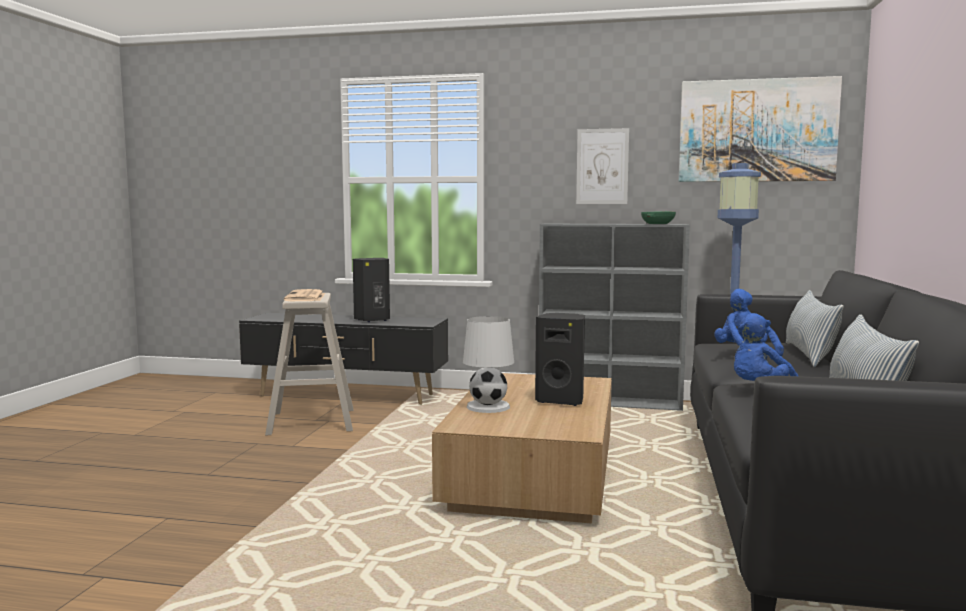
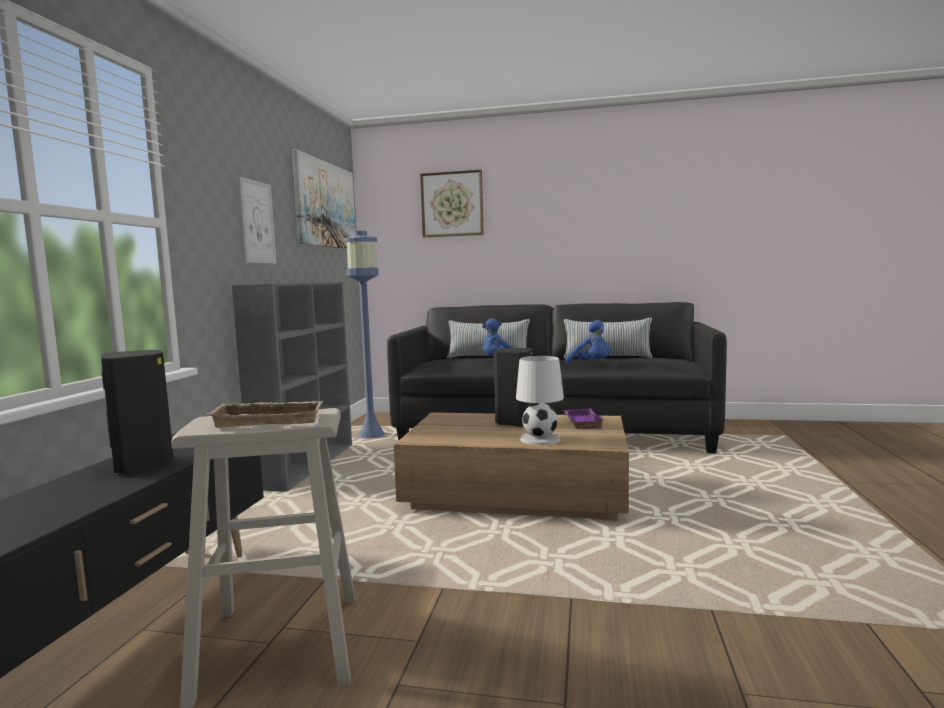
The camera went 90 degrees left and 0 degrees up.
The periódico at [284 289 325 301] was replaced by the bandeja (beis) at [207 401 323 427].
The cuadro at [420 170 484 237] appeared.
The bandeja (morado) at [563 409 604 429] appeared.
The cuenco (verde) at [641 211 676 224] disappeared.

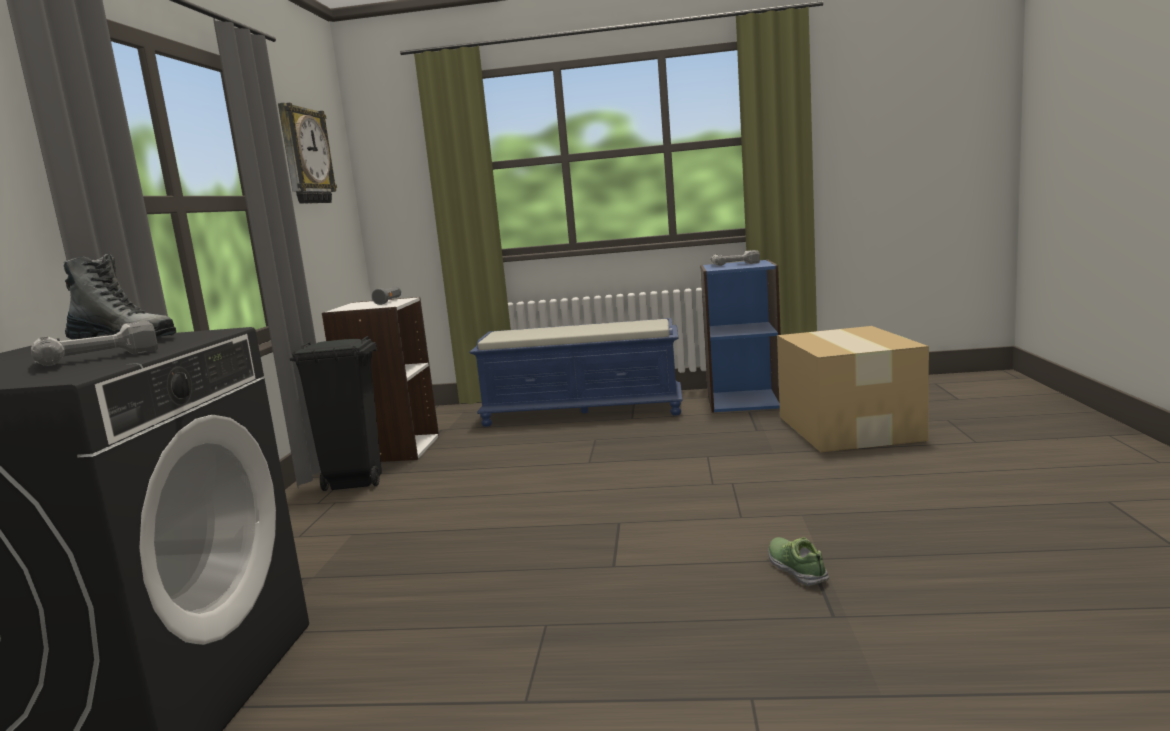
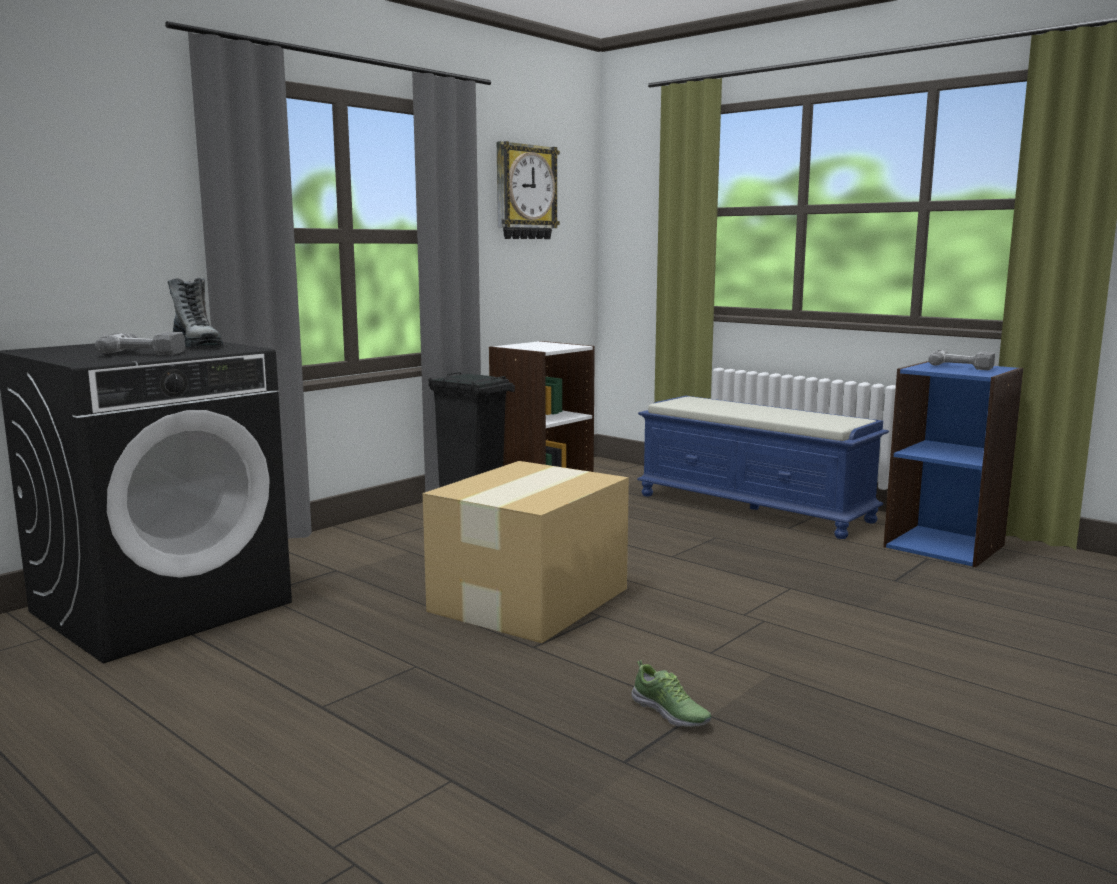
The camera went 35 degrees right and 0 degrees up.
The caja de cartón moved from [777 326 929 452] to [423 461 629 643].
The zapato at [768 537 829 586] turned 120 degrees clockwise.
The linterna (gris) at [372 286 401 305] disappeared.

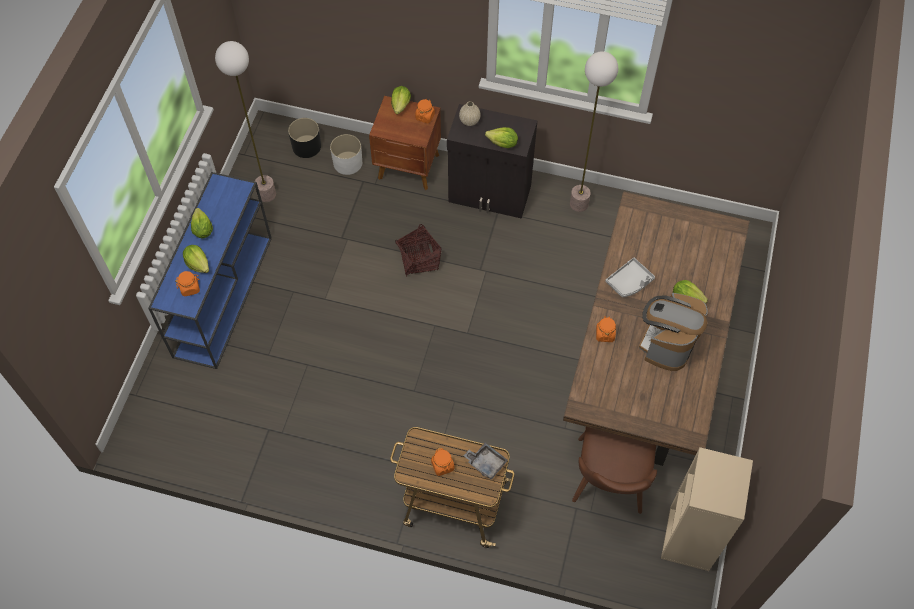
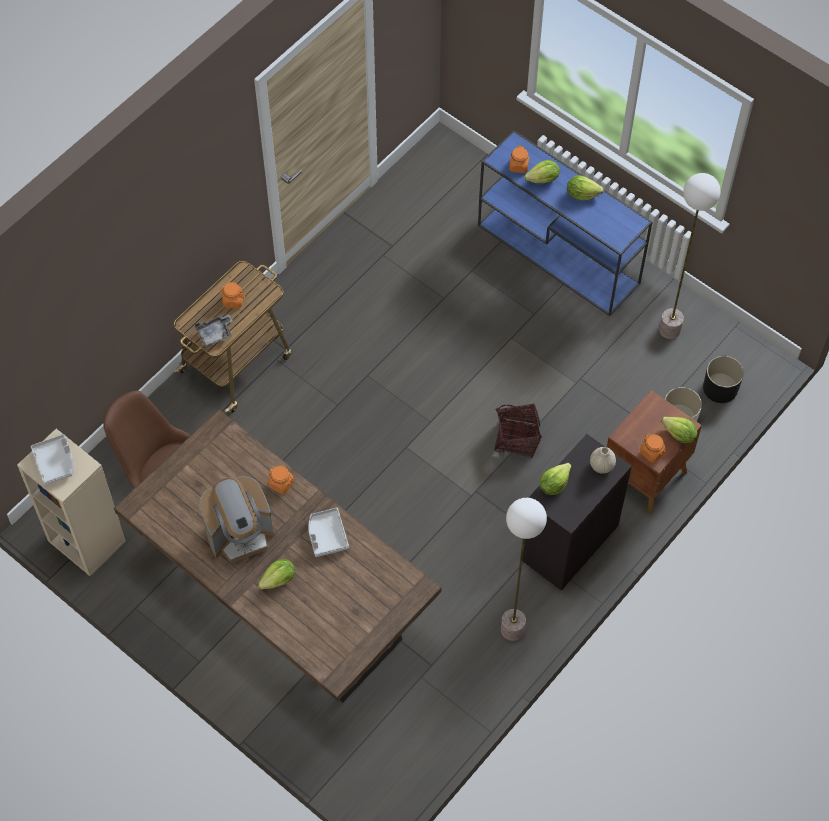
The camera went 115 degrees right and 0 degrees up.
The bandeja (gris) at [31 434 74 485] appeared.
The cafetera at [639 293 708 371] turned 105 degrees clockwise.

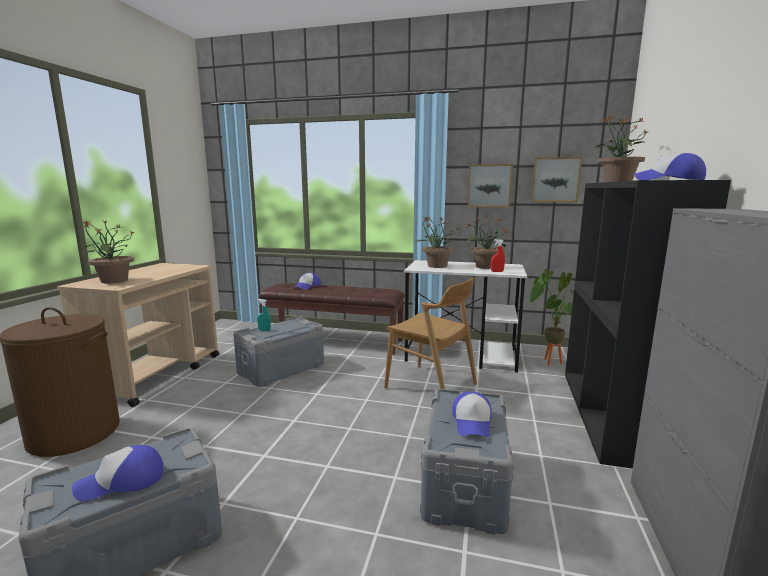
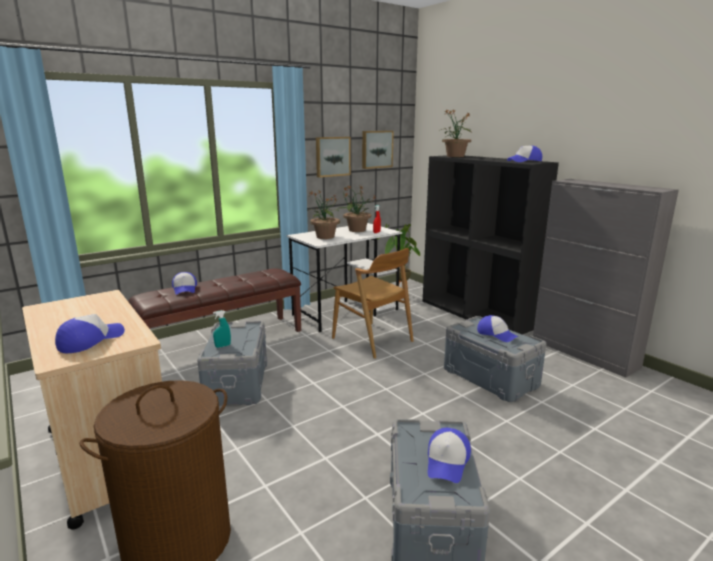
The camera went 50 degrees left and 5 degrees up.
The planta en maceta at [79 220 135 283] was replaced by the gorra at [55 314 125 353].
The silla (marrón) at [384 277 477 389] turned 60 degrees clockwise.

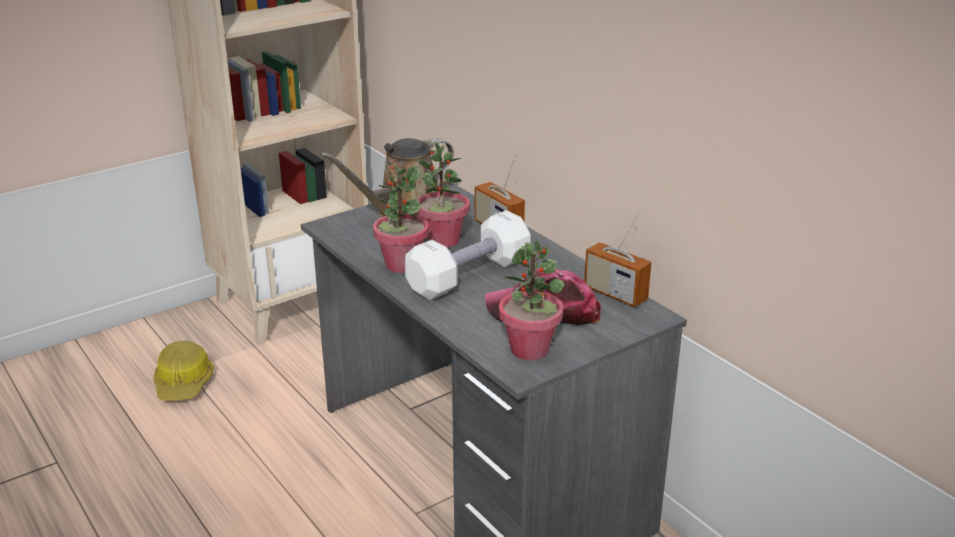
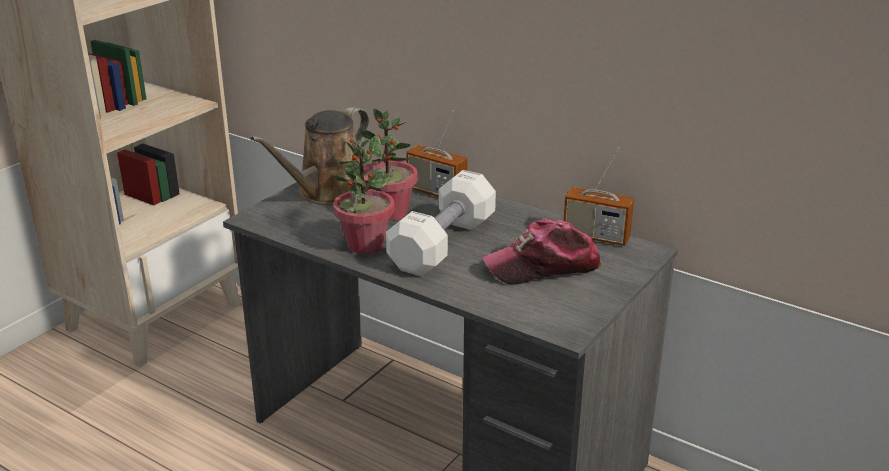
The camera went 20 degrees left and 0 degrees up.
The casco at [154 341 214 401] disappeared.
The planta en maceta at [499 240 564 360] disappeared.

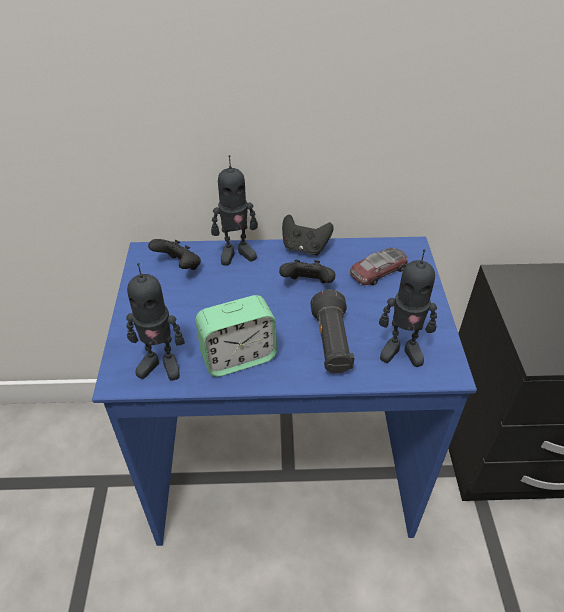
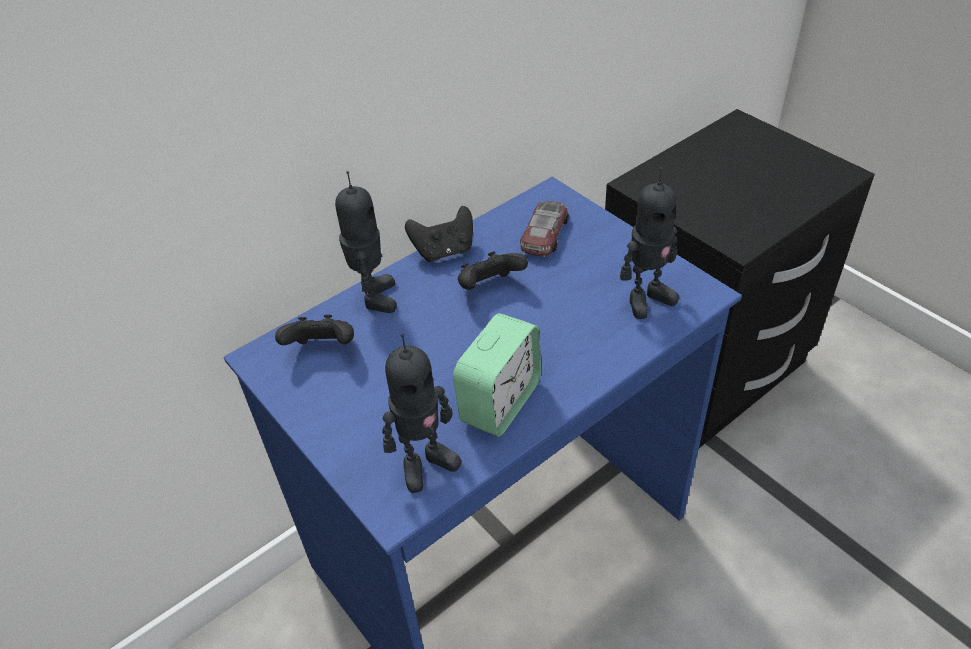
The camera went 35 degrees left and 0 degrees up.
The robot de juguete at [211 155 258 266] turned 45 degrees counterclockwise.
The linterna (negro) at [310 290 355 373] disappeared.

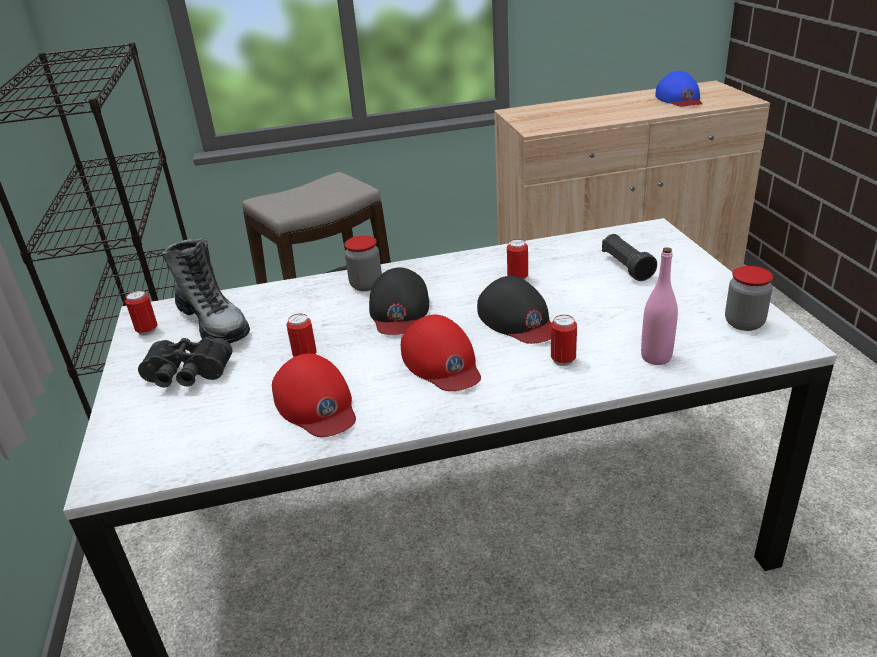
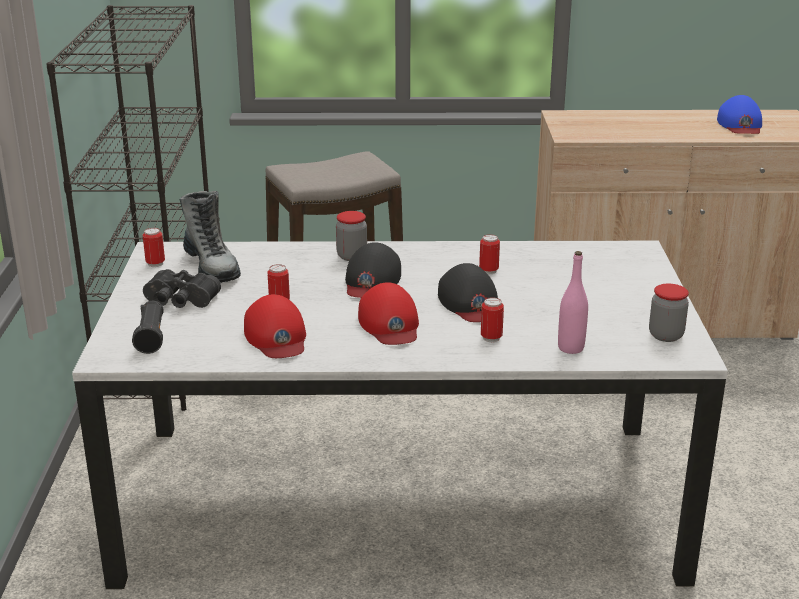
The camera went 10 degrees right and 5 degrees down.
The linterna (negro) moved from [602 234 657 281] to [132 301 164 354].

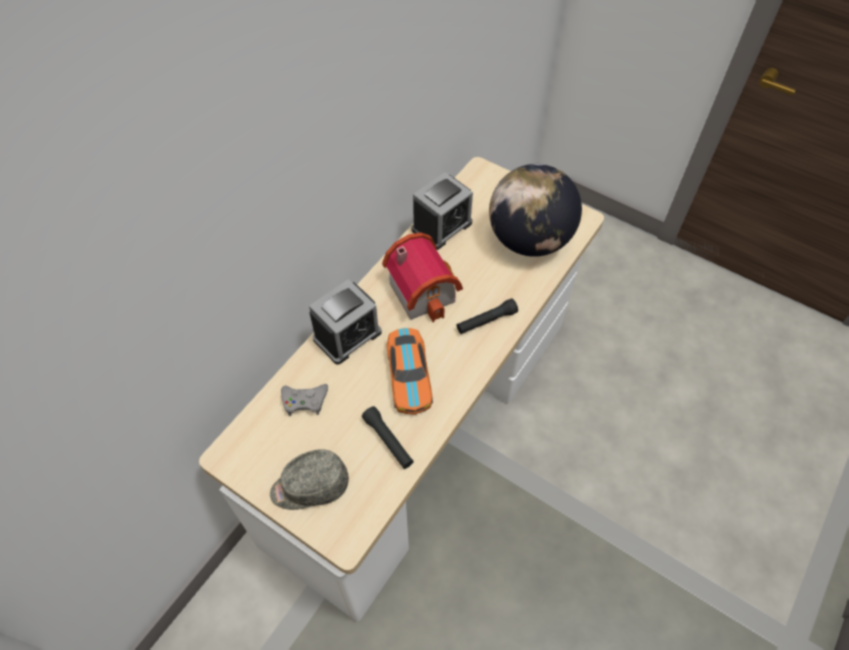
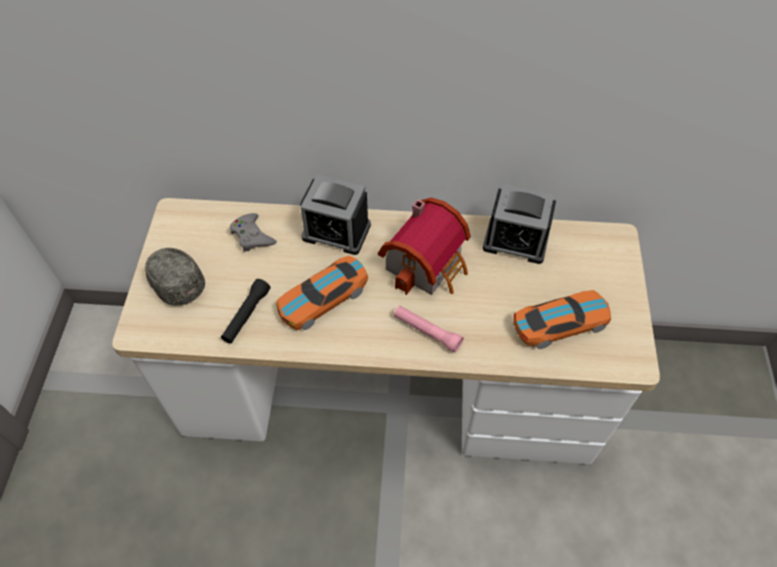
The camera went 60 degrees right and 0 degrees up.
The linterna (negro) at [457 298 518 334] became the linterna (rosa) at [394 305 464 353].
The globo terráqueo at [489 164 582 257] was replaced by the coche de juguete at [513 290 611 349].

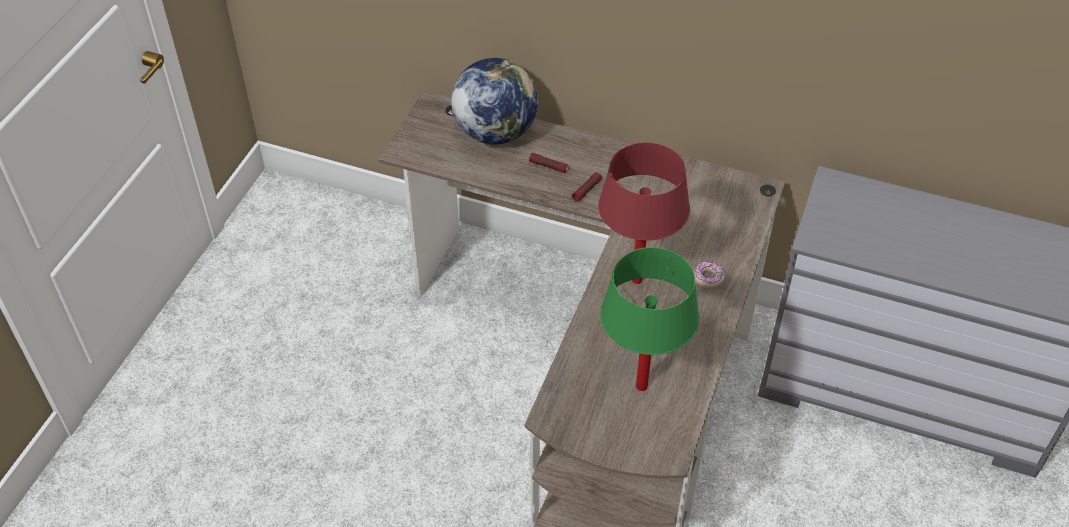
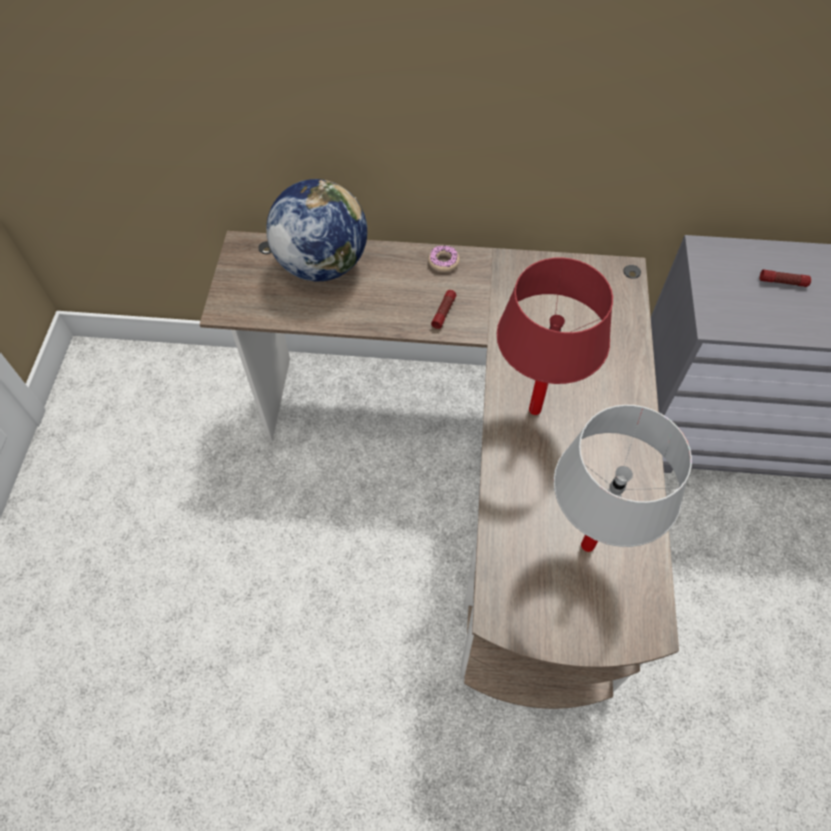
The camera went 15 degrees left and 10 degrees up.
The rosquilla moved from [694 261 725 289] to [428 245 460 273].
The lámpara de mesa (verde) at [600 247 699 391] became the lámpara de mesa (blanco) at [554 405 692 552].
The linterna moved from [529 153 568 173] to [760 270 811 287].

